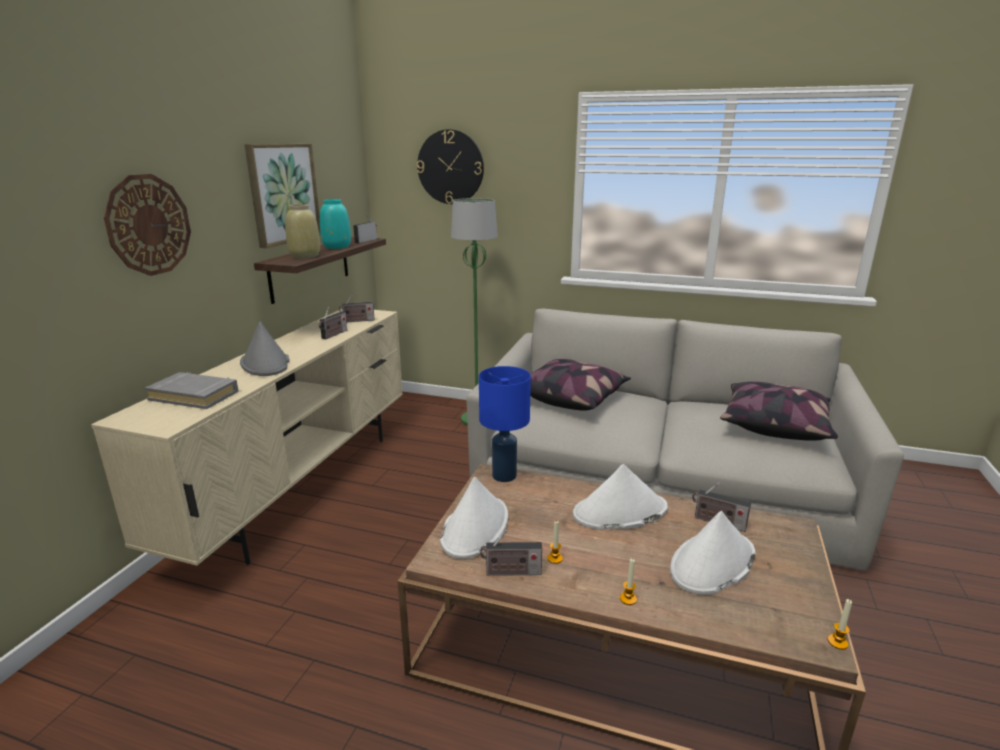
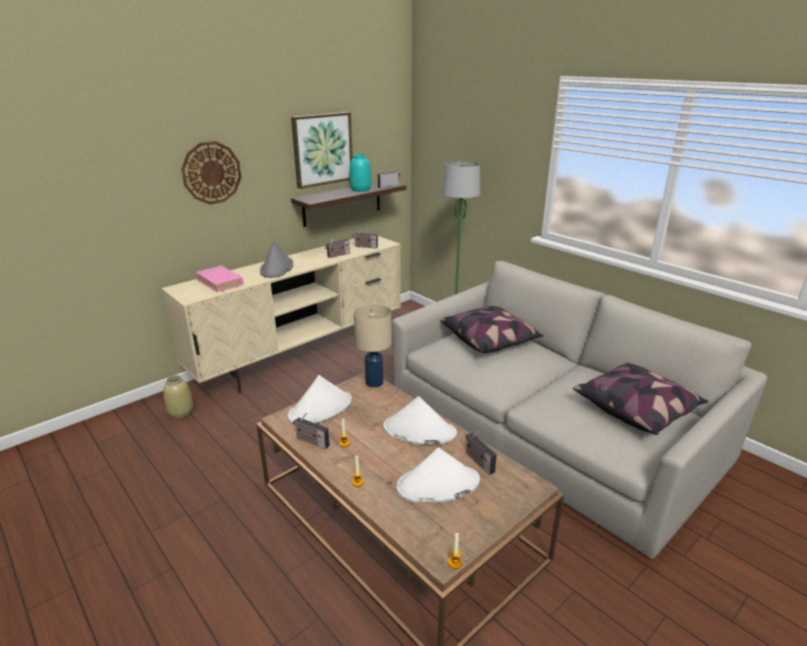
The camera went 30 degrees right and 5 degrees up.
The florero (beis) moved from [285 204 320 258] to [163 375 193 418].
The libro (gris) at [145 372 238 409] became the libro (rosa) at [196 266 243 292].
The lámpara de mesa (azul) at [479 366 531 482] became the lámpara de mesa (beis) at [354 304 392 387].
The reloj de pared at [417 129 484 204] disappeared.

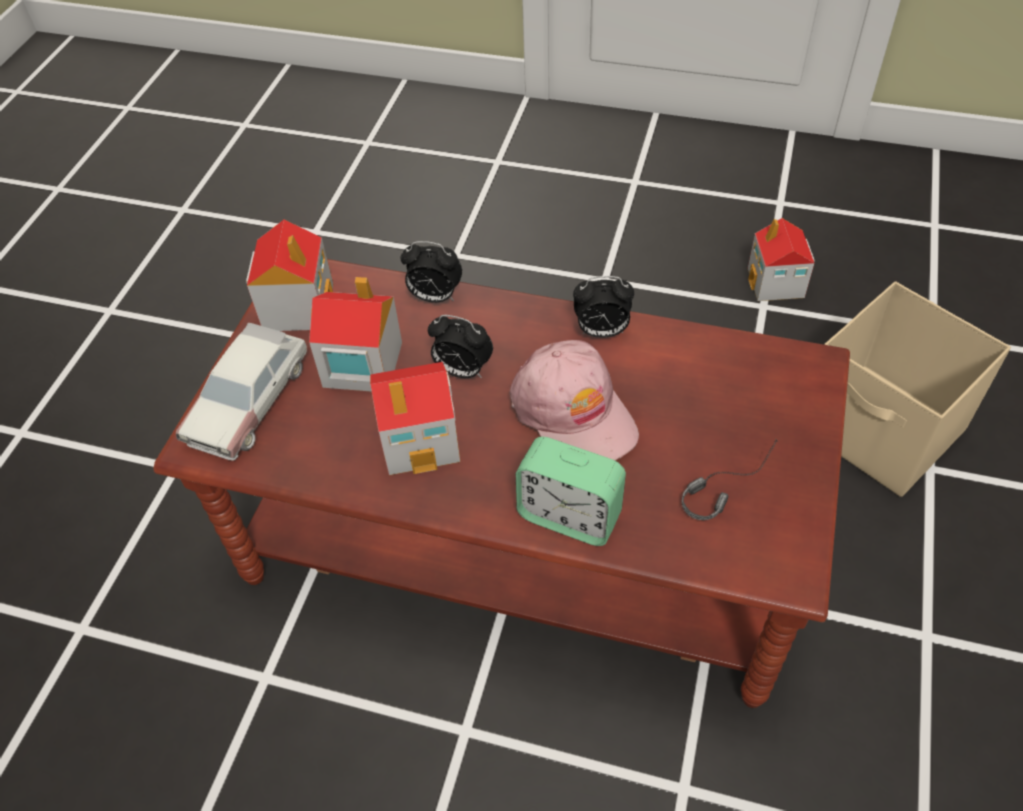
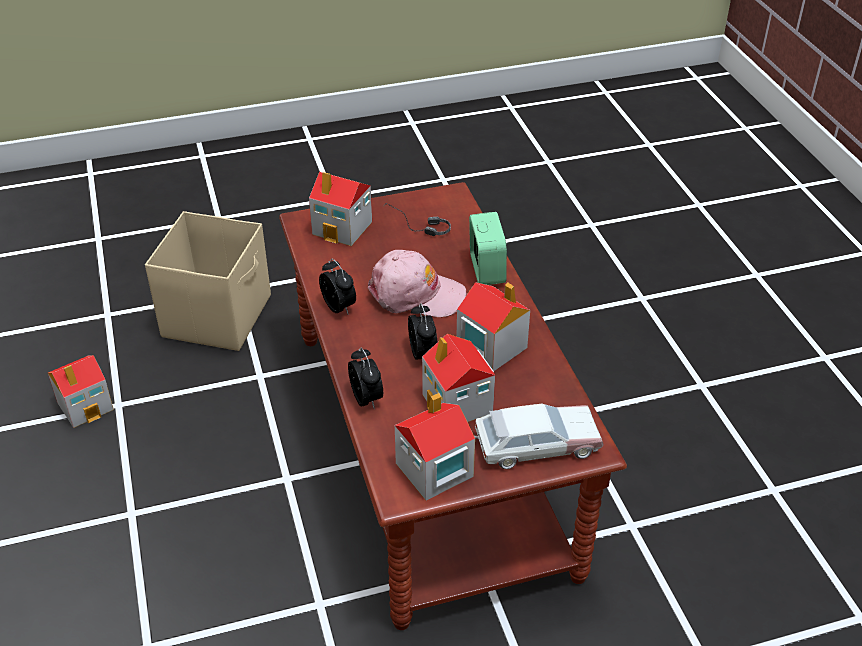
The camera went 125 degrees left and 10 degrees down.
The casita at [309 172 372 246] appeared.
The gorra (rosa) at [509 340 639 460] turned 75 degrees clockwise.

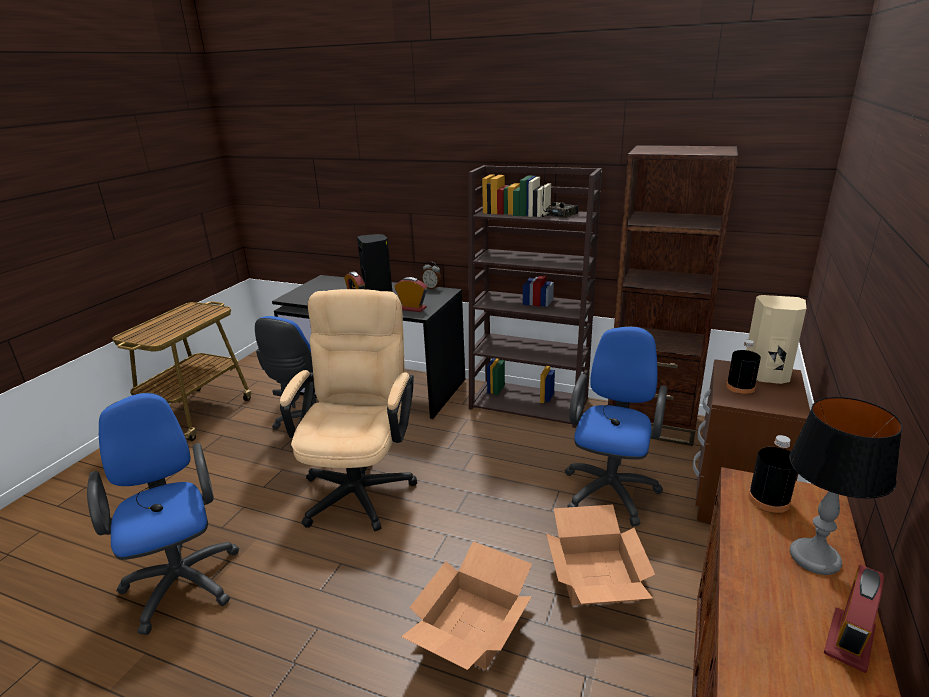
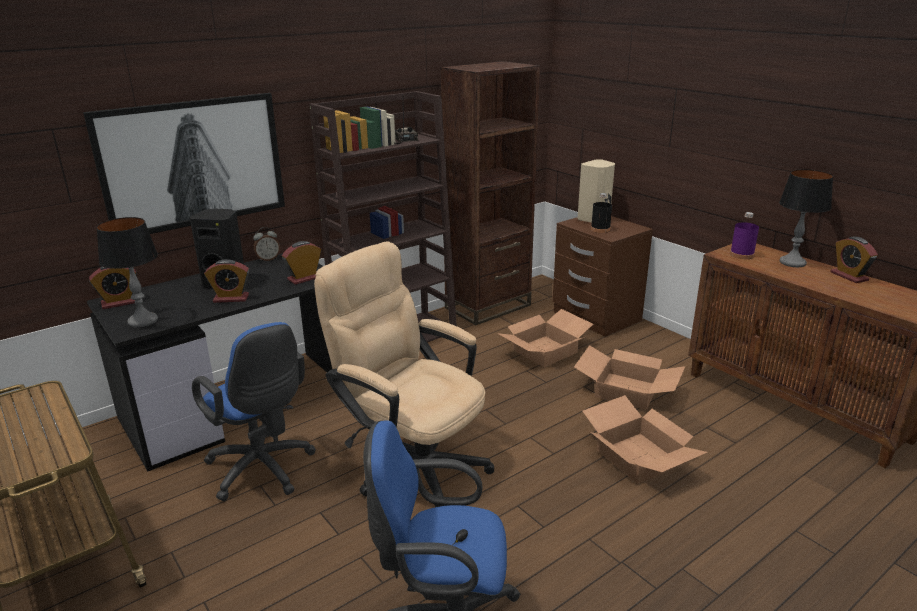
The camera went 60 degrees left and 0 degrees up.
The cuadro at [83 93 285 234] appeared.
The despertador at [89 266 137 309] appeared.
The lámpara de mesa at [96 217 158 327] appeared.
The silla de oficina (azul) at [565 327 667 526] was replaced by the caja de cartón at [497 309 593 367].
The botella (negro) at [748 435 798 513] became the botella (morado) at [730 212 759 259].

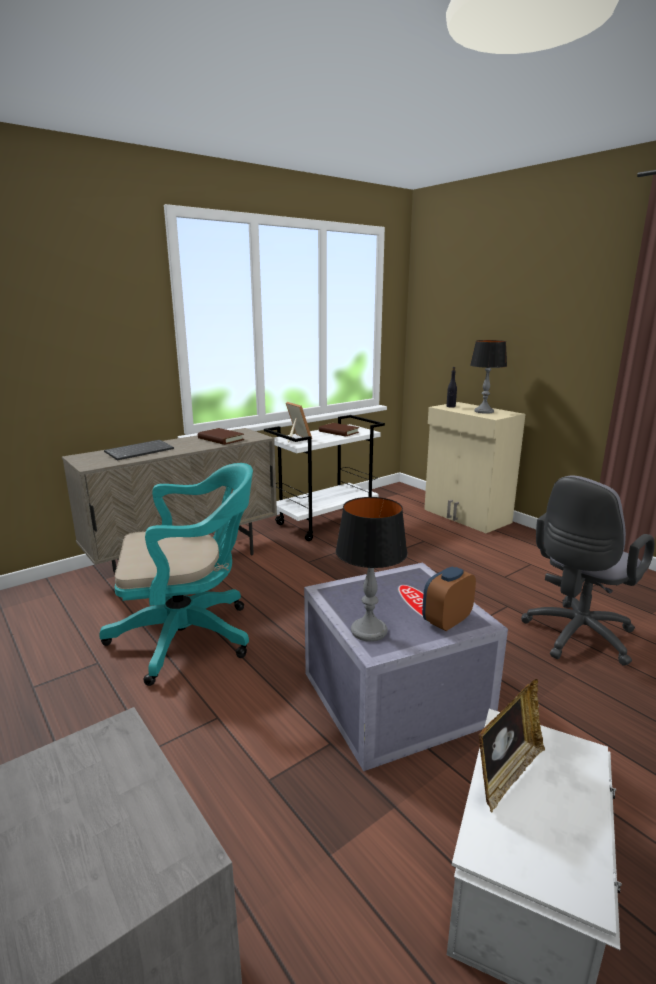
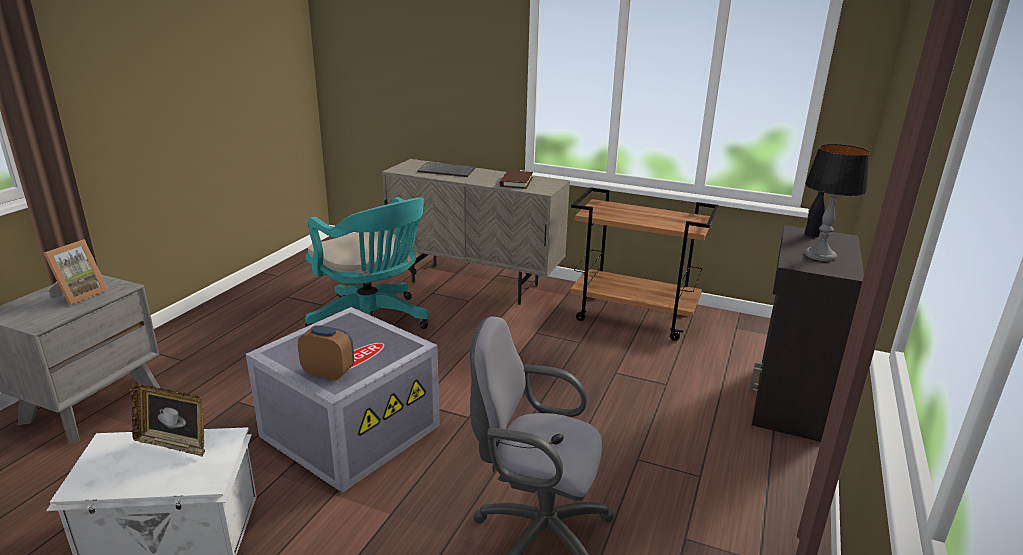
The camera went 60 degrees right and 5 degrees up.
The portarretratos moved from [286 402 312 443] to [44 239 108 305].
The carrito (blanco) at [264 415 385 541] became the carrito (marrón) at [570 187 719 341].
The armario (beis) at [424 402 526 533] became the armario (negro) at [749 225 864 442].
The libro (marrón) at [319 423 359 437] disappeared.
The lámpara de mesa at [336 497 408 642] disappeared.

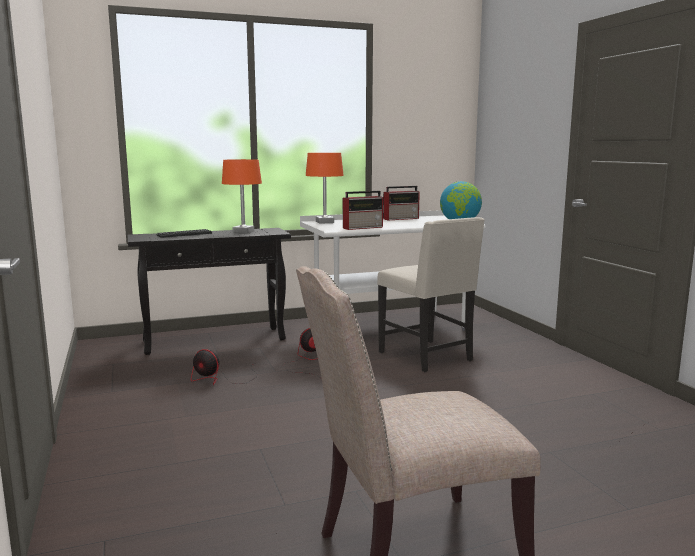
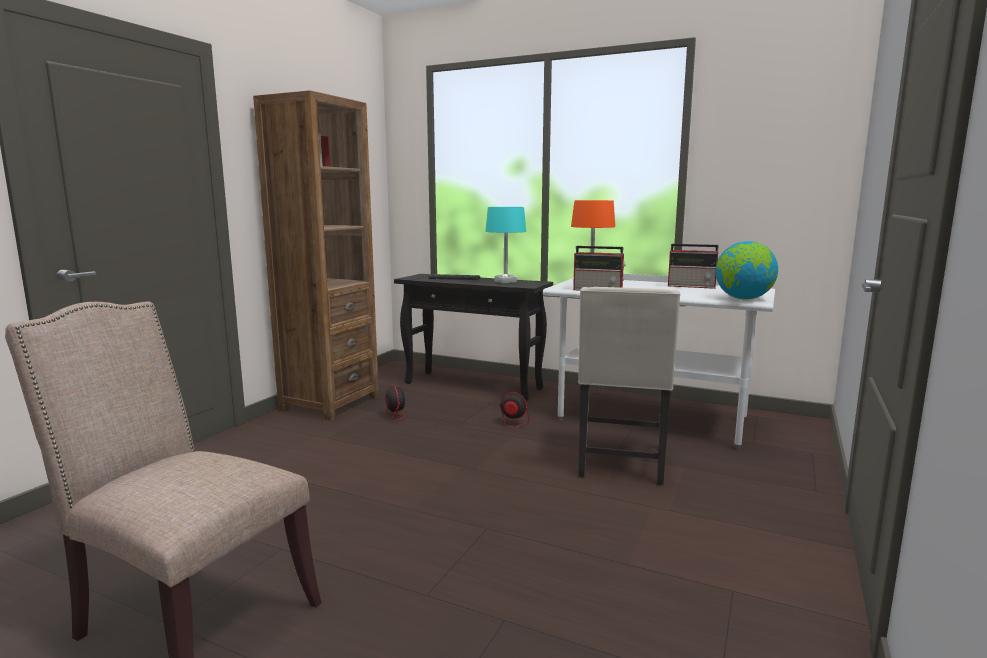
The camera went 45 degrees right and 0 degrees up.
The estantería (marrón) at [253 90 379 421] appeared.
The lámpara de mesa (naranja) at [222 159 262 233] became the lámpara de mesa (turquesa) at [485 207 526 283].

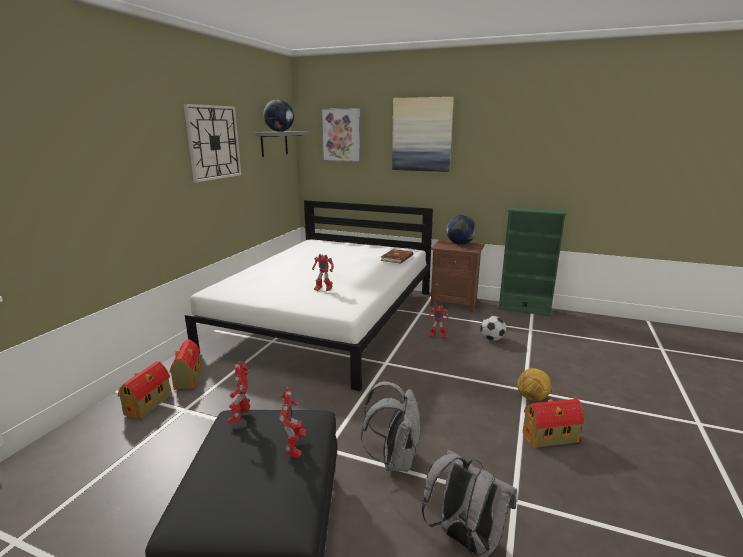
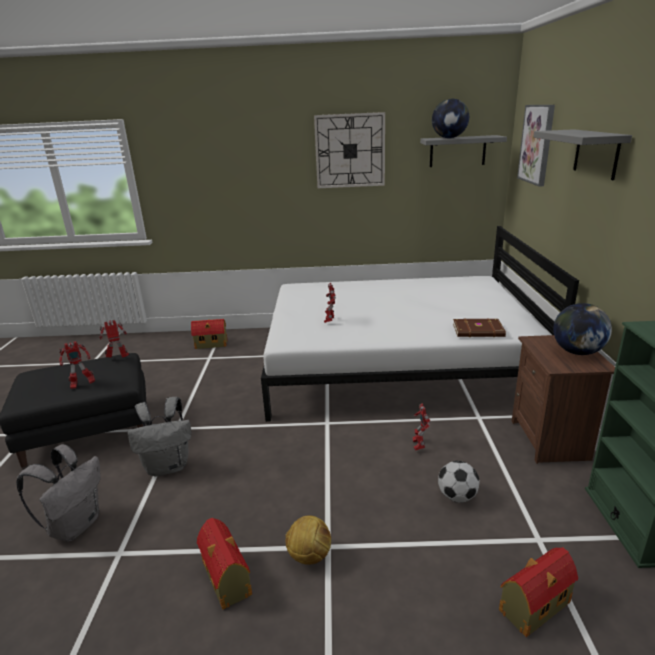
The camera went 70 degrees right and 5 degrees up.
The casita moved from [170 339 202 390] to [499 547 578 637].
The cuadro at [392 97 454 172] was replaced by the estante (gris) at [533 129 632 180].

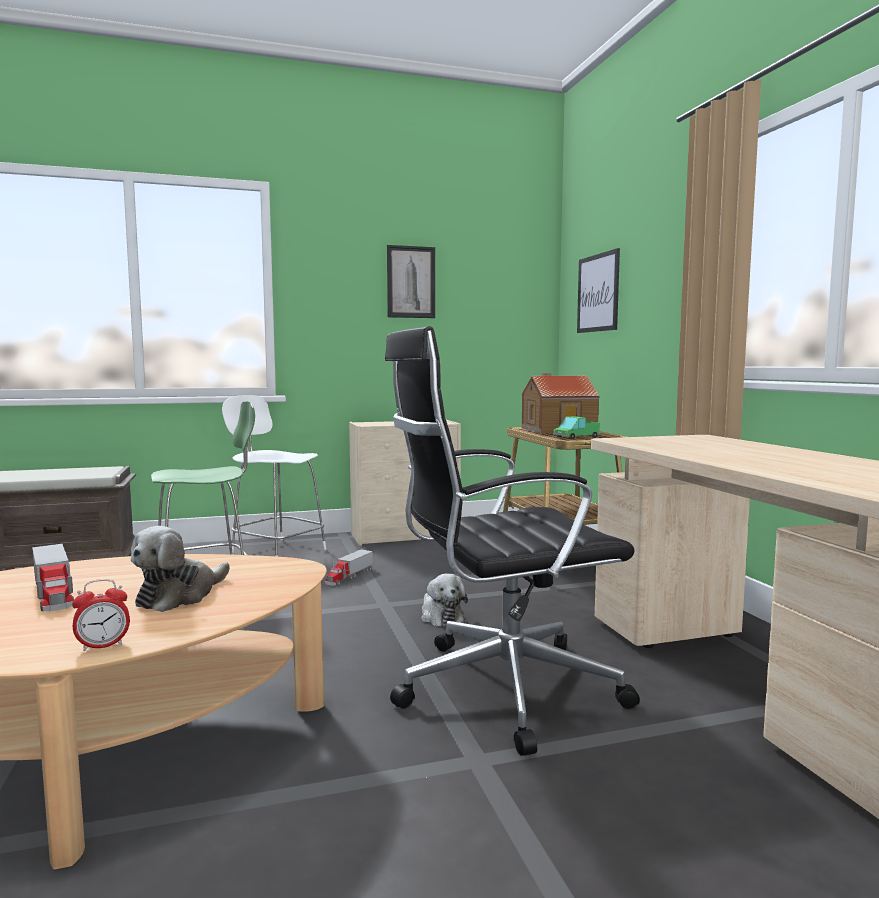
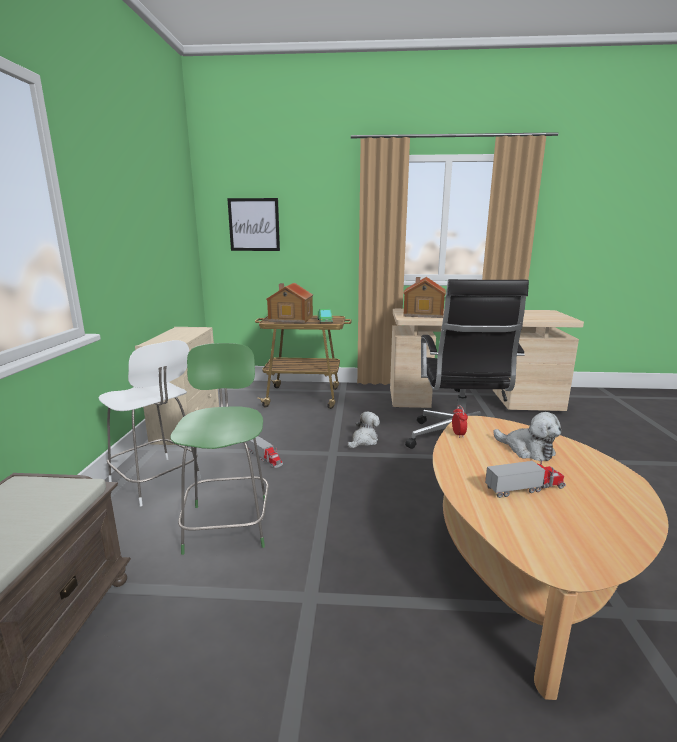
The camera went 70 degrees left and 10 degrees up.
The silla (blanco) at [222 395 326 557] turned 105 degrees counterclockwise.
The peluche at [421 574 468 627] turned 45 degrees counterclockwise.
The casita at [403 277 446 318] appeared.
The despertador moved from [72 579 130 651] to [452 405 468 438].
The cuadro at [387 245 435 318] disappeared.

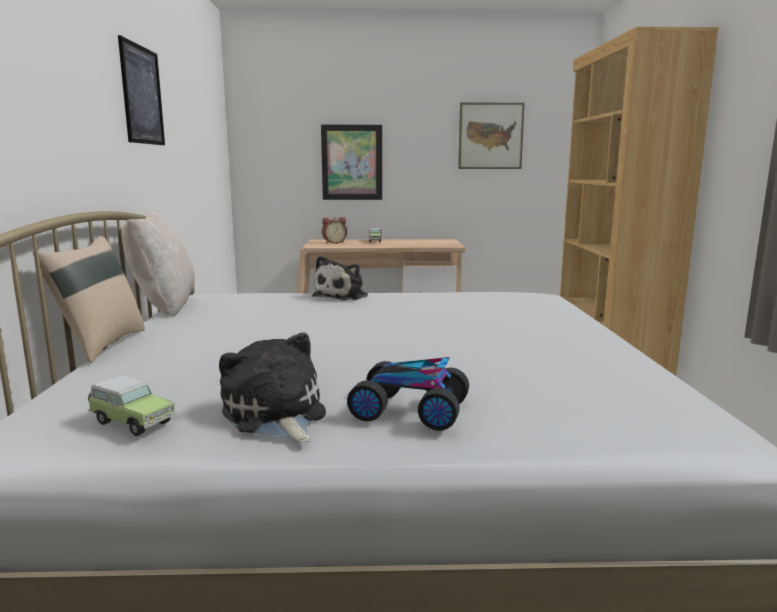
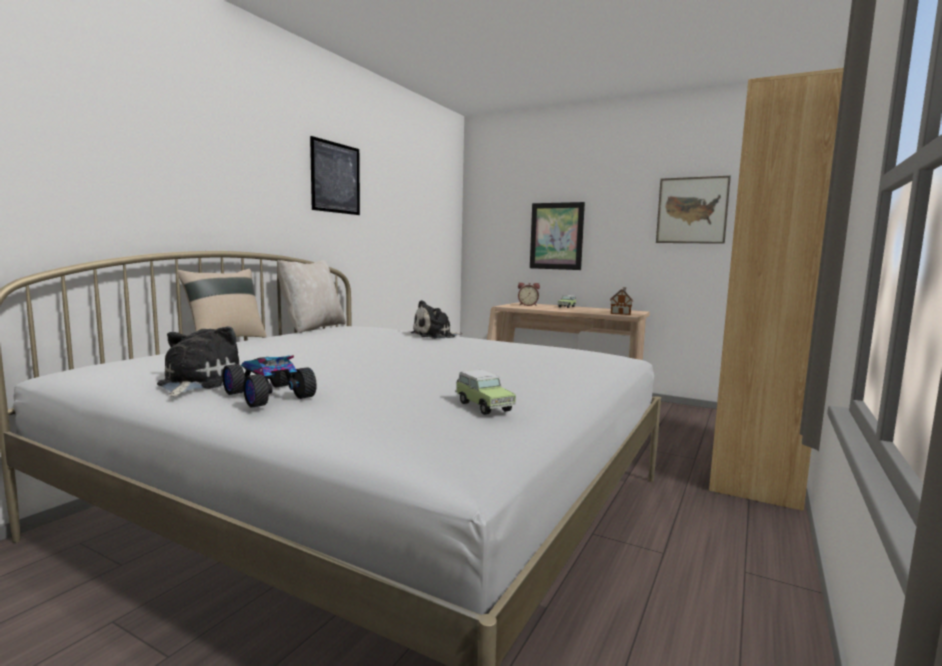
The camera went 30 degrees right and 5 degrees down.
The coche de juguete moved from [88 376 175 436] to [455 370 516 415].
The casita at [610 287 633 315] appeared.

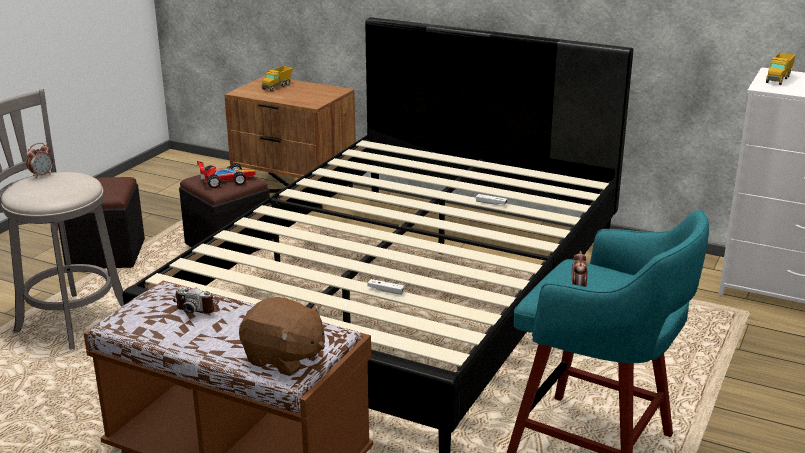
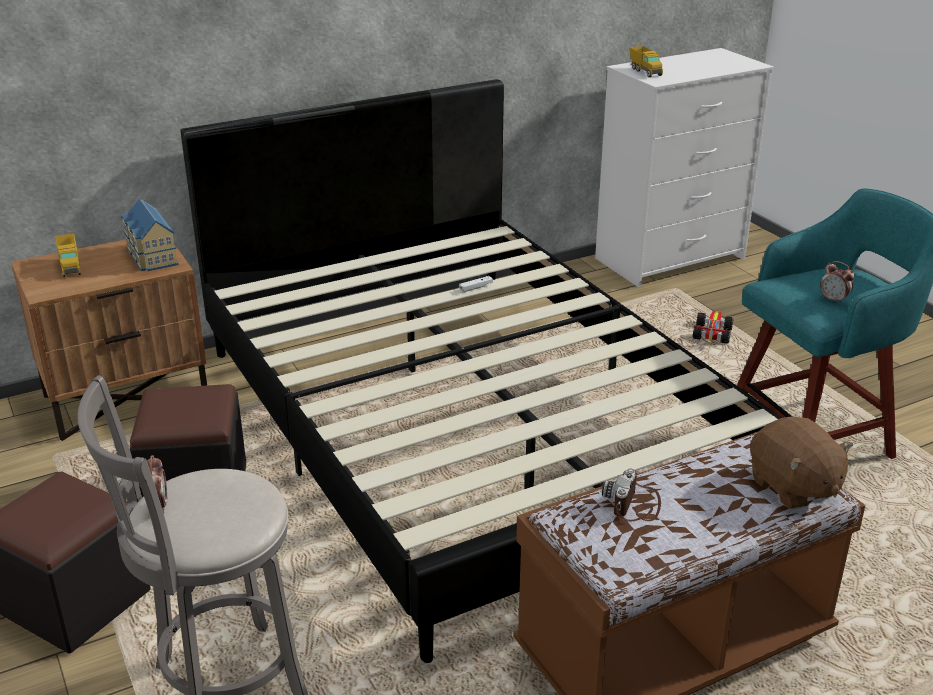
The camera went 55 degrees left and 5 degrees up.
The casita at [121 198 179 271] appeared.
The cámara at [173 288 219 314] turned 150 degrees clockwise.
The coche de juguete moved from [197 161 256 188] to [693 311 734 344].
The peluche (marrón) at [239 297 325 376] turned 90 degrees clockwise.
The mando de consola (blanco) at [367 279 404 295] disappeared.

